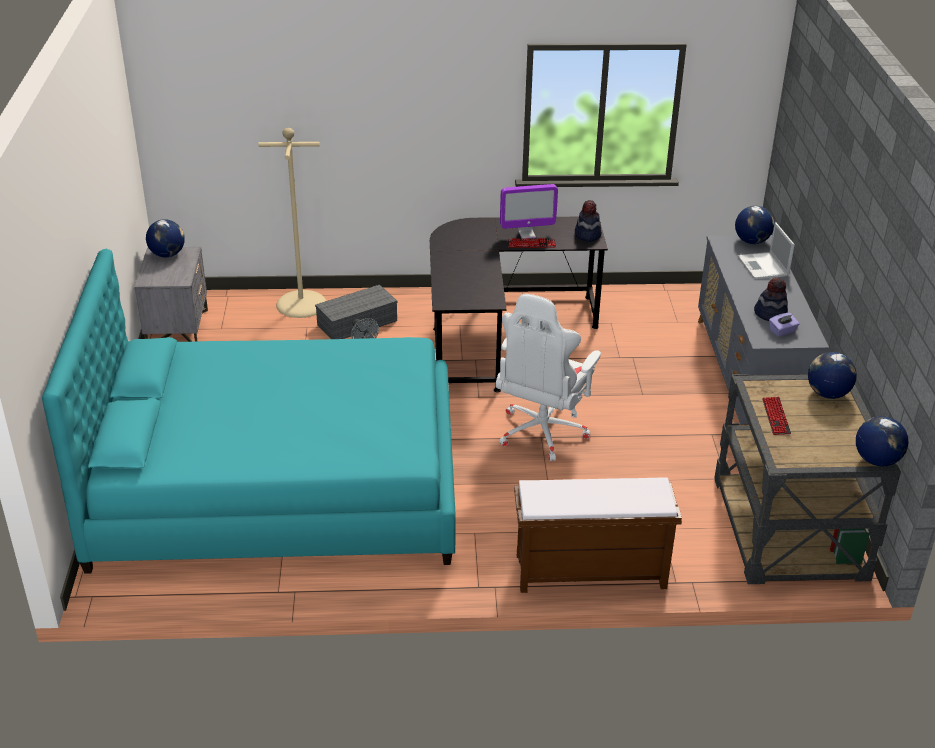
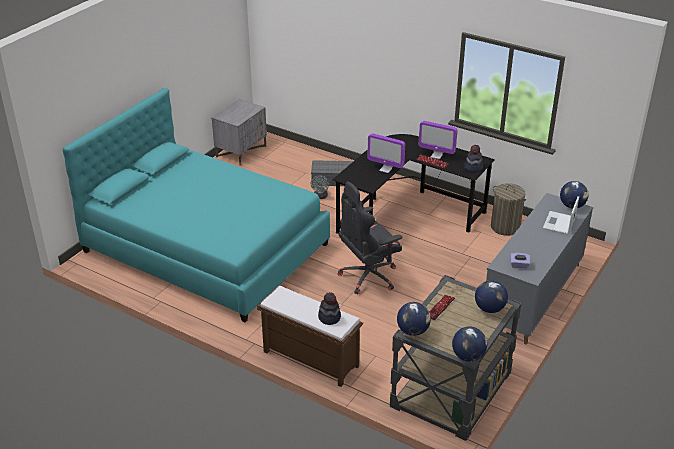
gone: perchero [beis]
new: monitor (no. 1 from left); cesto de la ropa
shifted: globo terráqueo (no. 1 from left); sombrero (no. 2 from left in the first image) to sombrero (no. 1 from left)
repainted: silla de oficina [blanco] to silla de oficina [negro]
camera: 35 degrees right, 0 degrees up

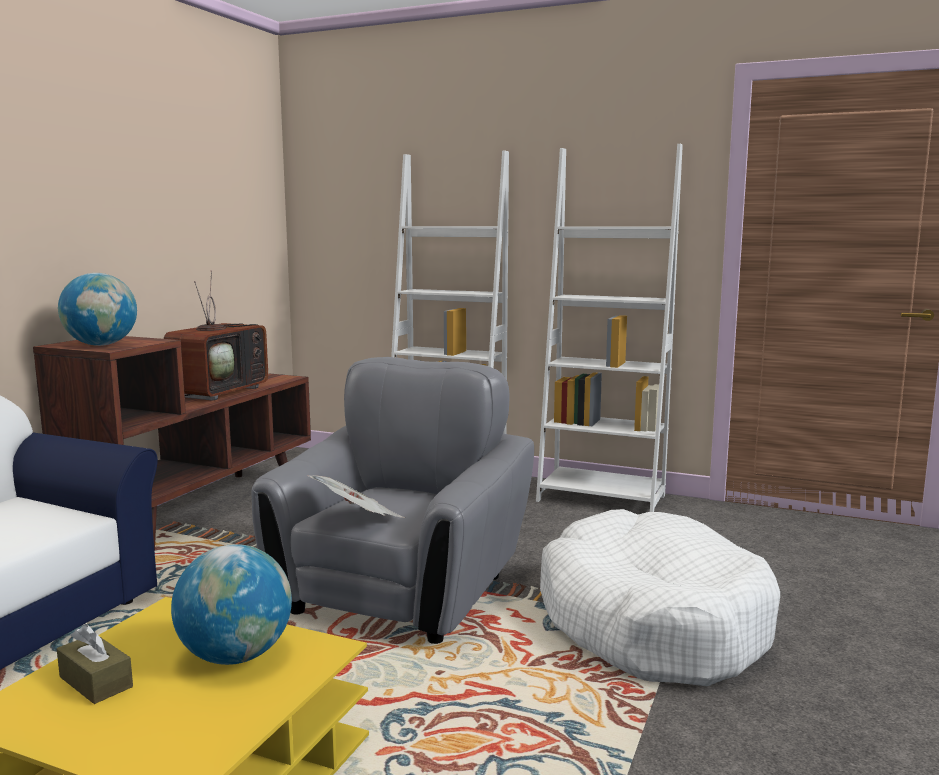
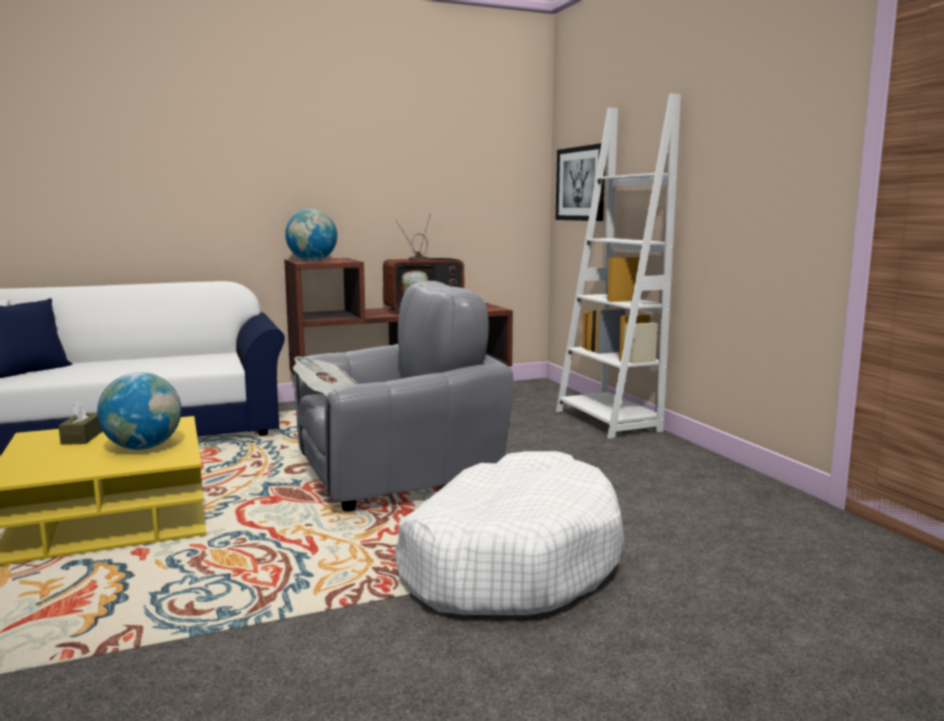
gone: estantería [blanco] (no. 2 from left)
new: cuadro
camera: 45 degrees right, 0 degrees up

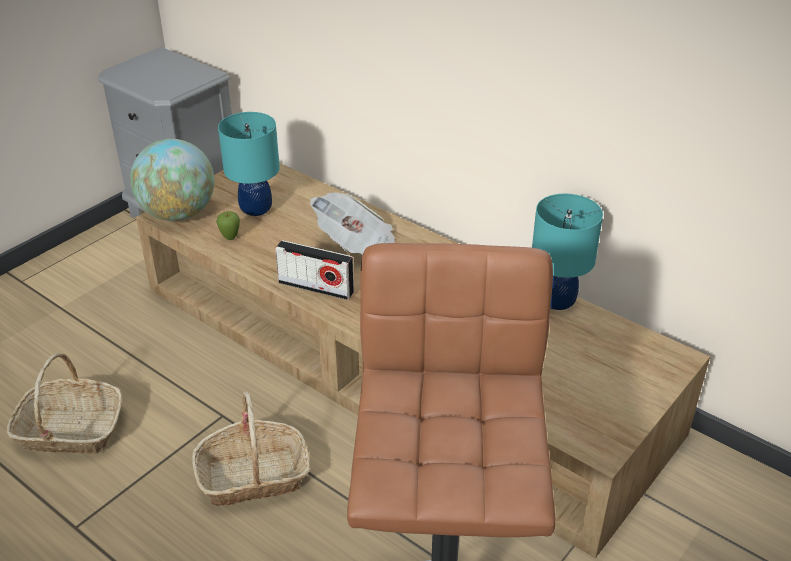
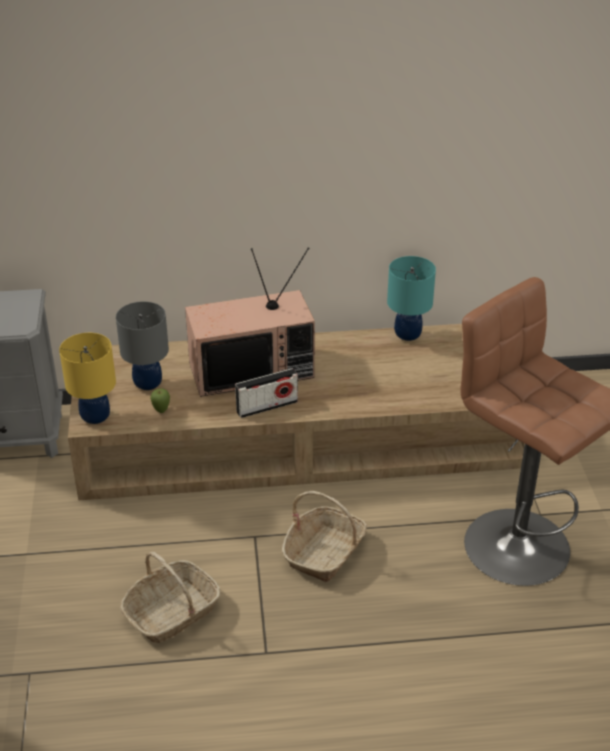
swapped: globo terráqueo to lámpara de mesa [amarillo]; periódico to televisor
repainted: lámpara de mesa [turquesa] (no. 1 from left) to lámpara de mesa [gris]
camera: 45 degrees left, 0 degrees up

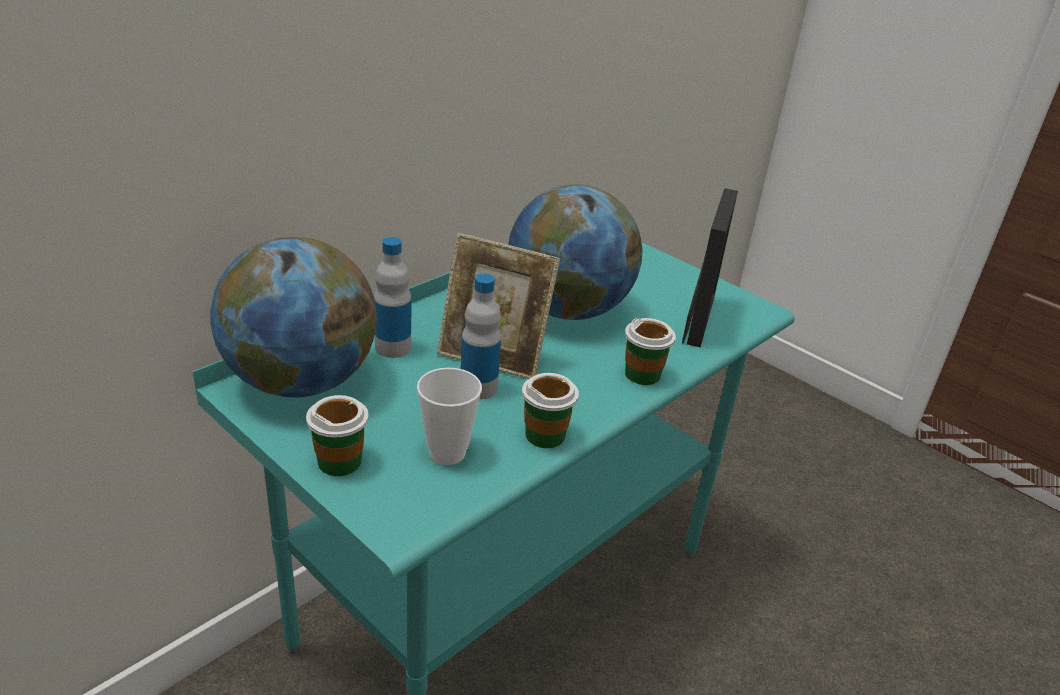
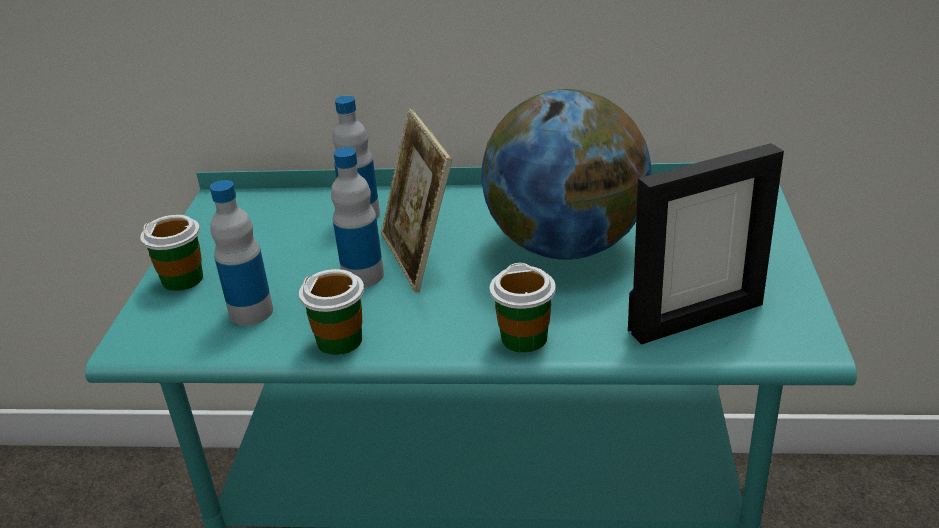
gone: globo terráqueo (no. 1 from left)
swapped: taza (no. 2 from left) to botella (no. 1 from left)
camera: 55 degrees right, 0 degrees up

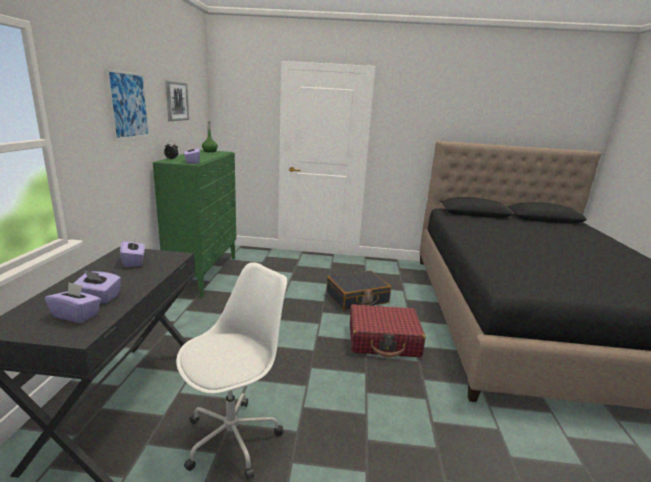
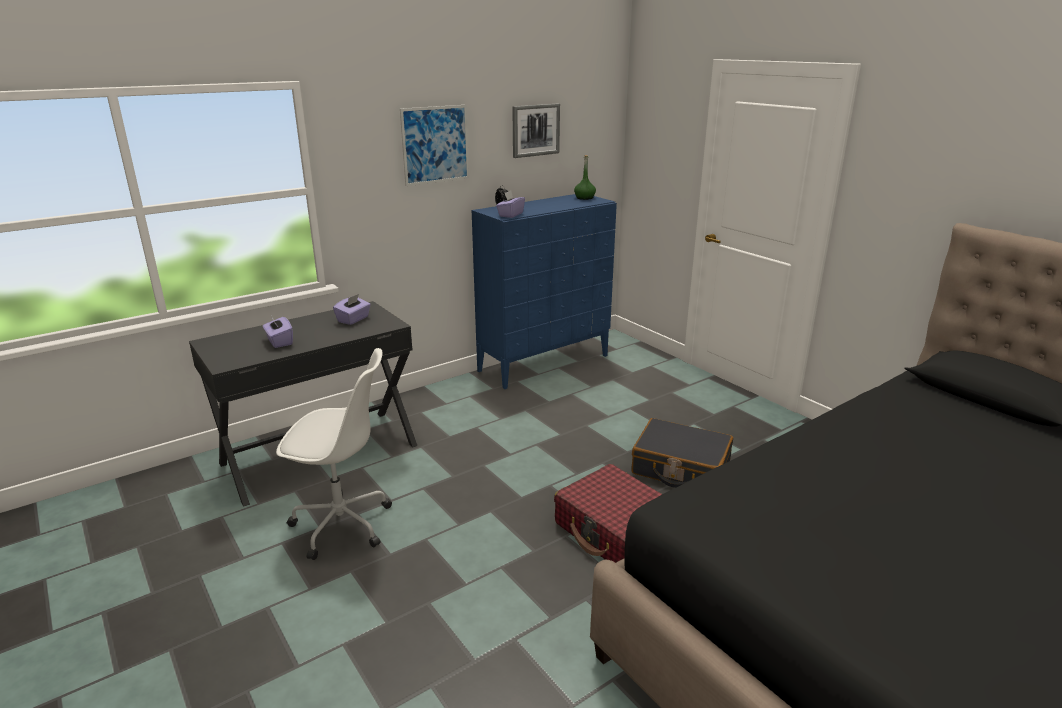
gone: caja de pañuelos [morado] (no. 1 from left)
repainted: cómoda [verde] to cómoda [azul]
camera: 50 degrees right, 5 degrees up

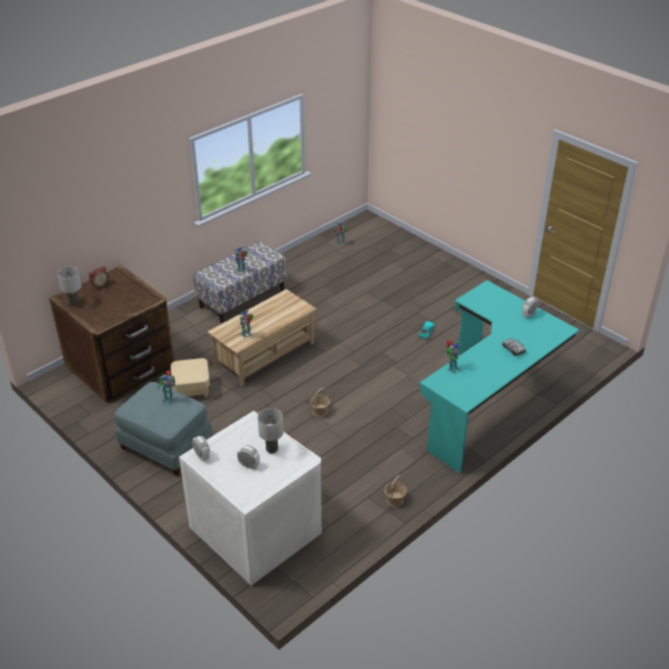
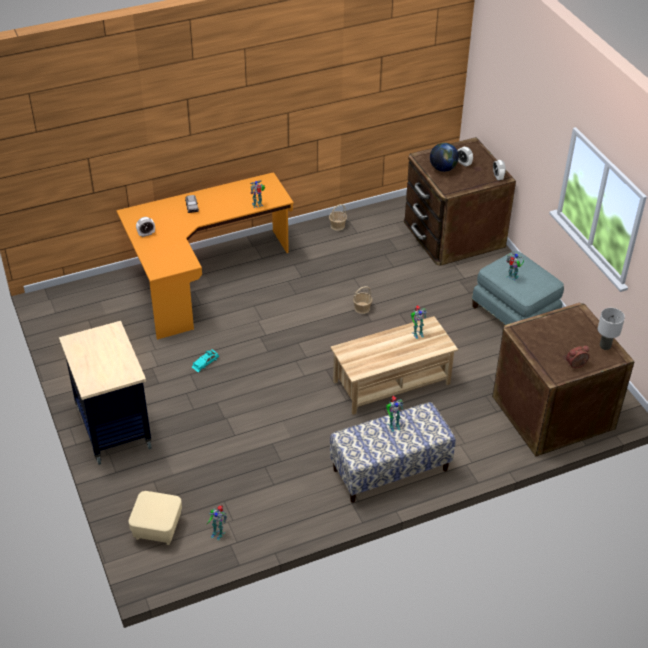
new: carrito [azul]
shifted: puf [beis]
swapped: lámpara de mesa [blanco] (no. 2 from left) to globo terráqueo
repainted: cómoda [blanco] to cómoda [marrón] (no. 1 from left); escritorio [turquesa] to escritorio [naranja]
camera: 160 degrees left, 5 degrees up

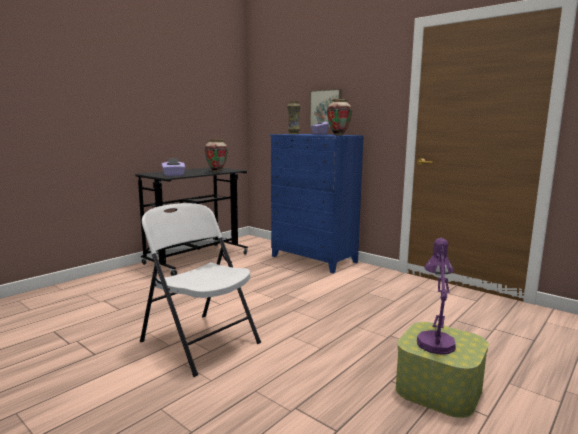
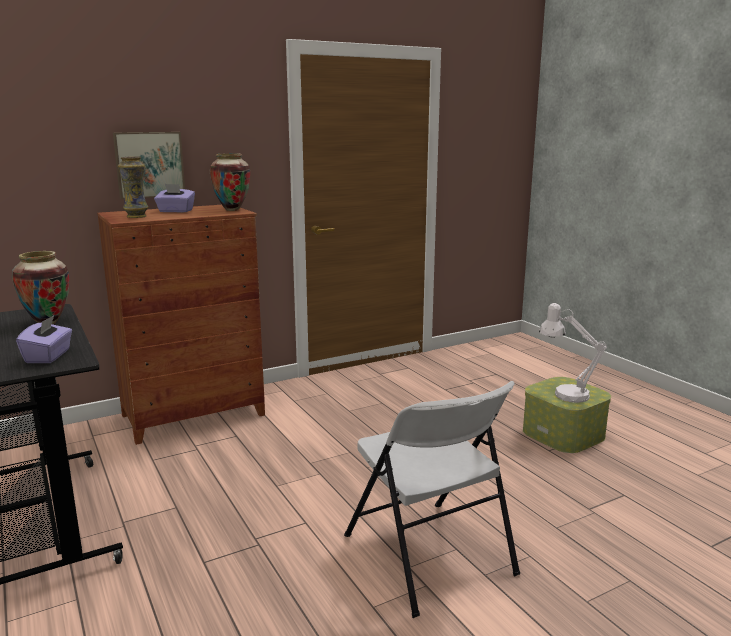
repainted: cómoda [azul] to cómoda [marrón]; lámpara de mesa [morado] to lámpara de mesa [blanco]
rotated: silla [blanco] 90 degrees counterclockwise
camera: 70 degrees left, 5 degrees up

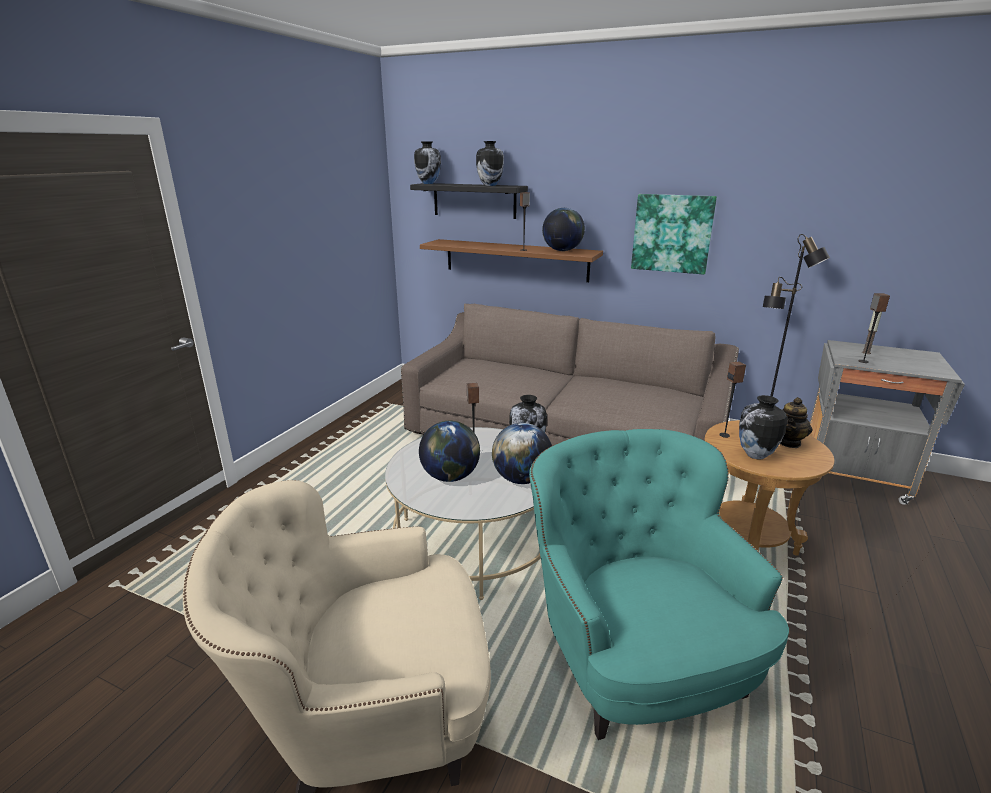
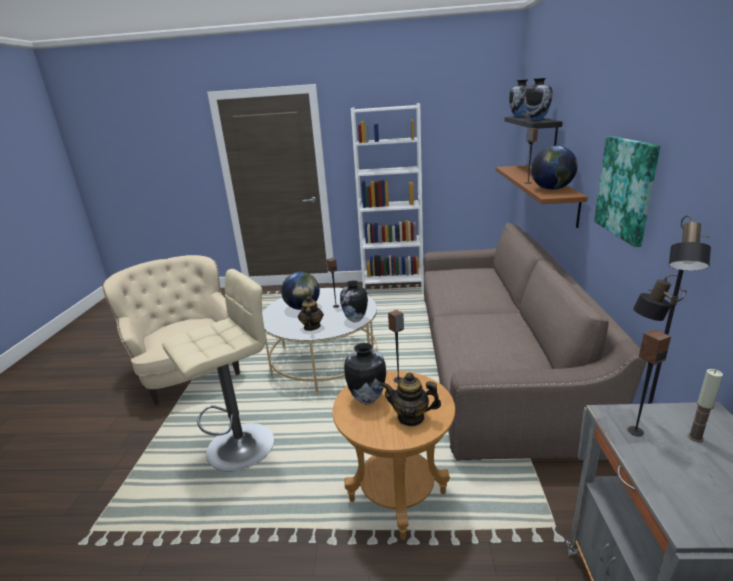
new: estantería [blanco]
swapped: globo terráqueo (no. 2 from left) to tetera (no. 1 from left); sillón [turquesa] to taburete [beis]
camera: 70 degrees right, 0 degrees up

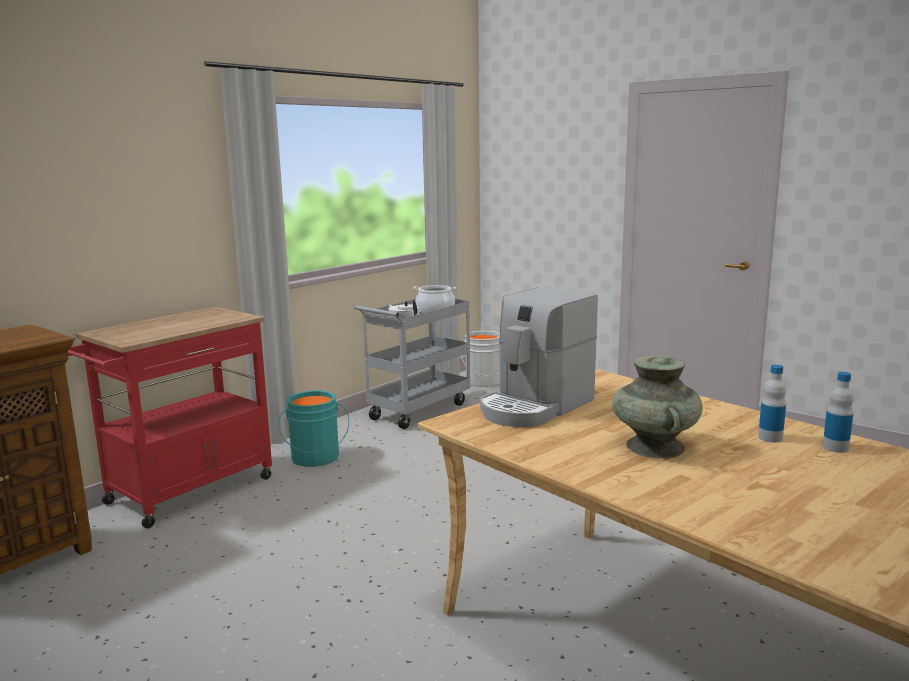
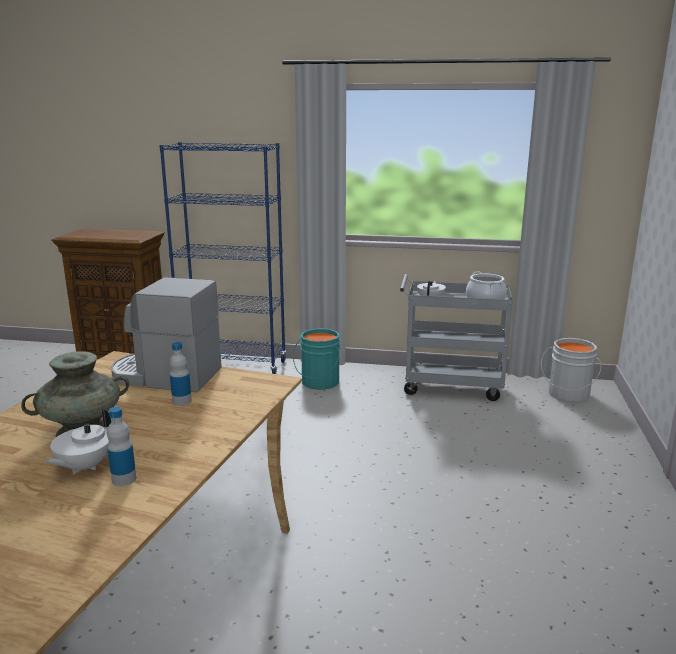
new: tetera [blanco] (no. 1 from left)
shifted: botella (no. 2 from left)
swapped: carrito [rojo] to estantería [azul]
camera: 60 degrees right, 5 degrees up

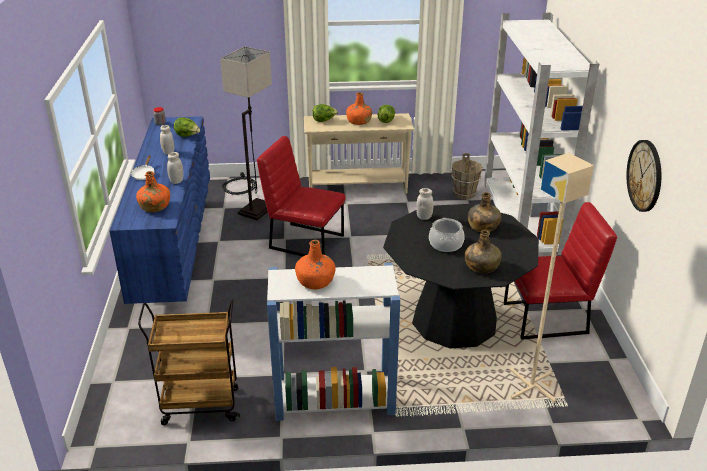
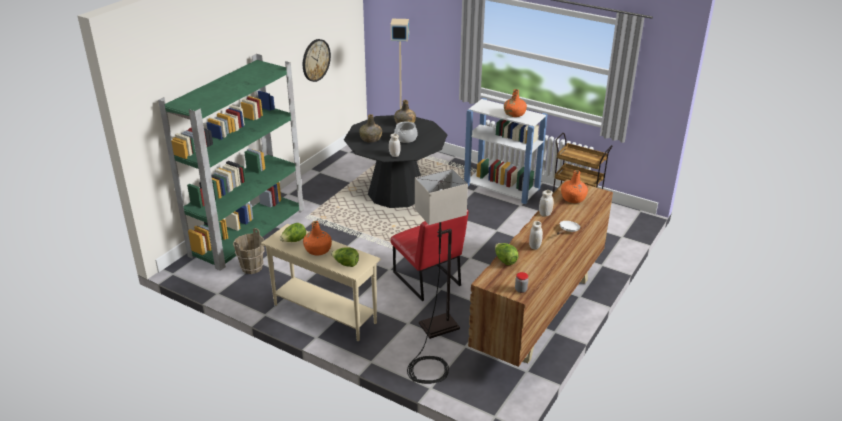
gone: silla [rojo] (no. 2 from left)
repainted: armario [azul] to armario [marrón]; estantería [blanco] (no. 2 from left) to estantería [verde]
camera: 145 degrees left, 0 degrees up

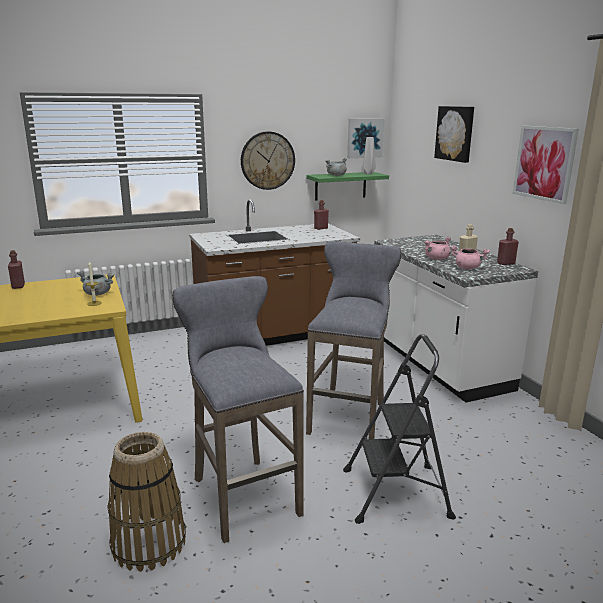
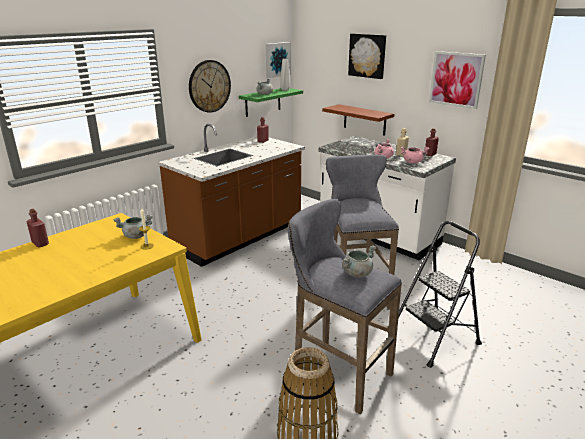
new: estante [marrón]; olla [gris] (no. 3 from left)
camera: 25 degrees left, 5 degrees up

